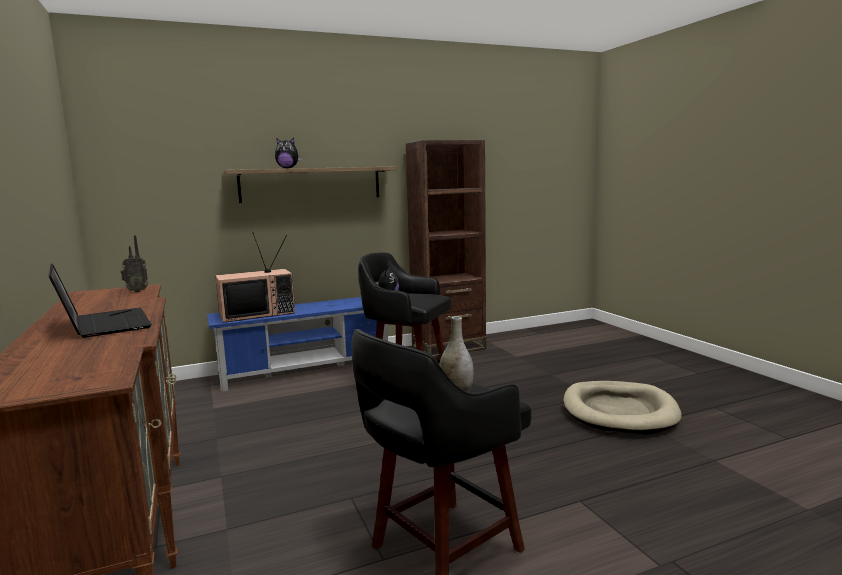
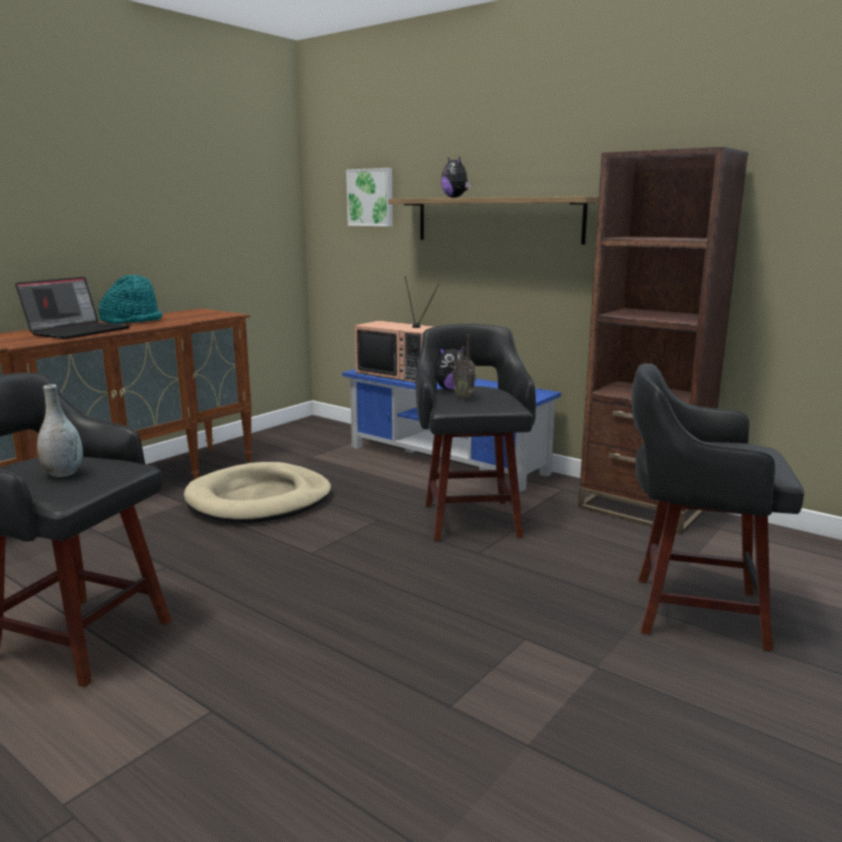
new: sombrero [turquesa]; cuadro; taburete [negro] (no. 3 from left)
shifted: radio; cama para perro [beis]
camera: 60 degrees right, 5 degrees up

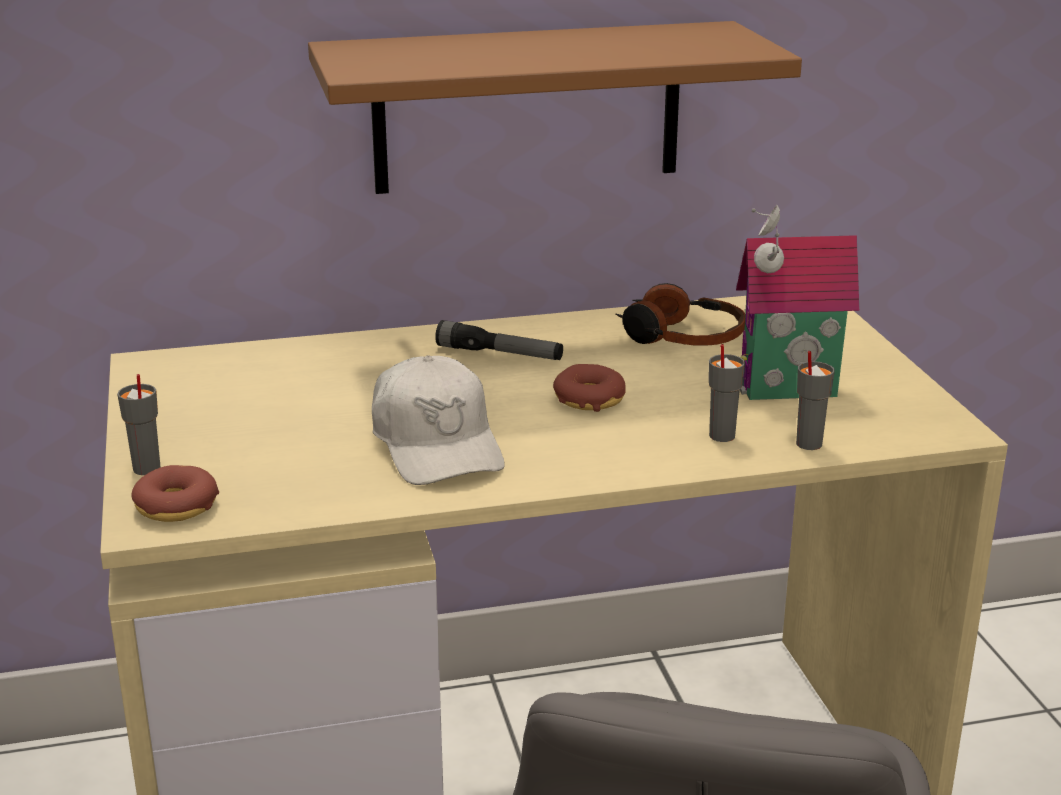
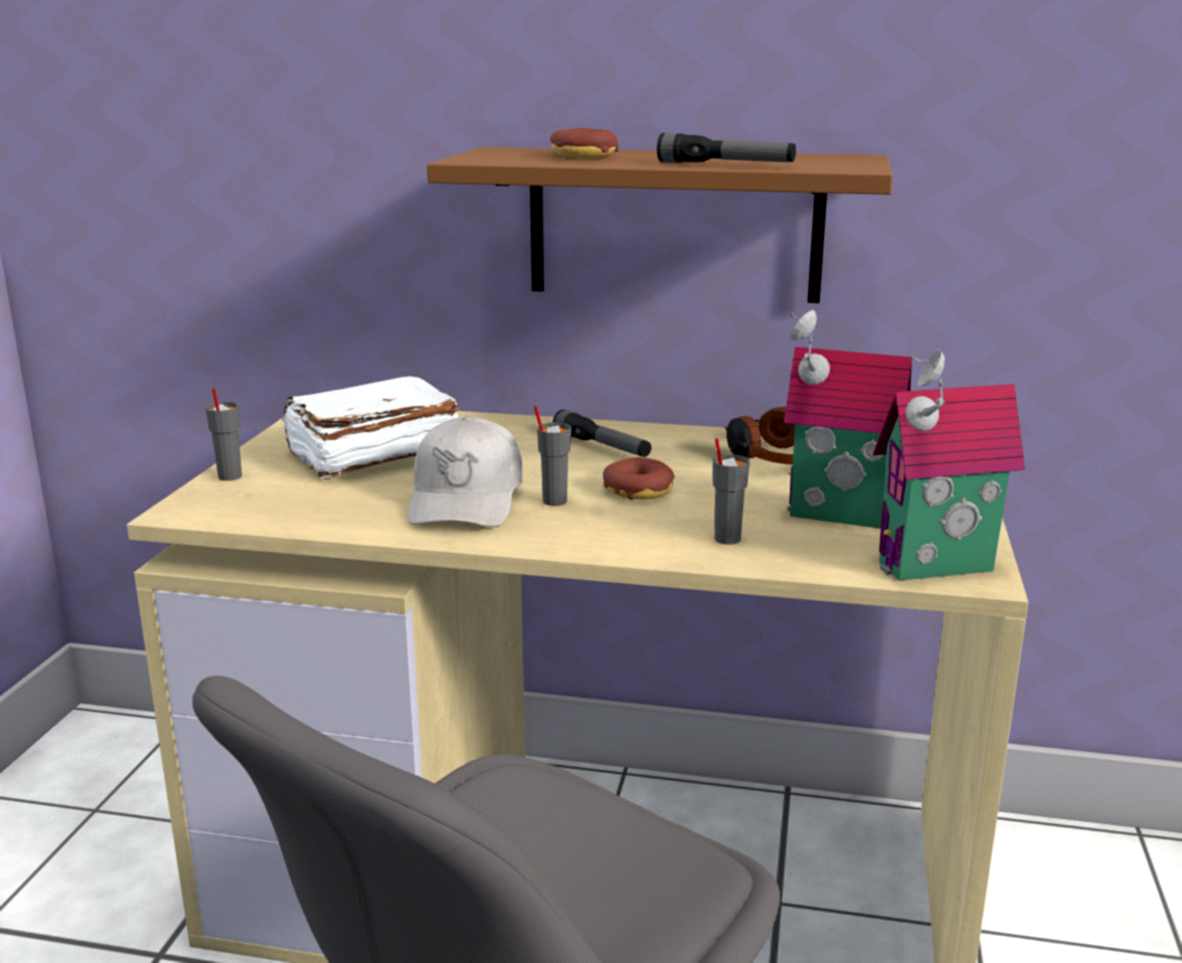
new: libro [blanco]; linterna (no. 2 from left); casita (no. 2 from left)
shifted: rosquilla (no. 1 from left); taza [gris] (no. 3 from left in the first image) to taza [gris] (no. 2 from left)
camera: 25 degrees right, 5 degrees down

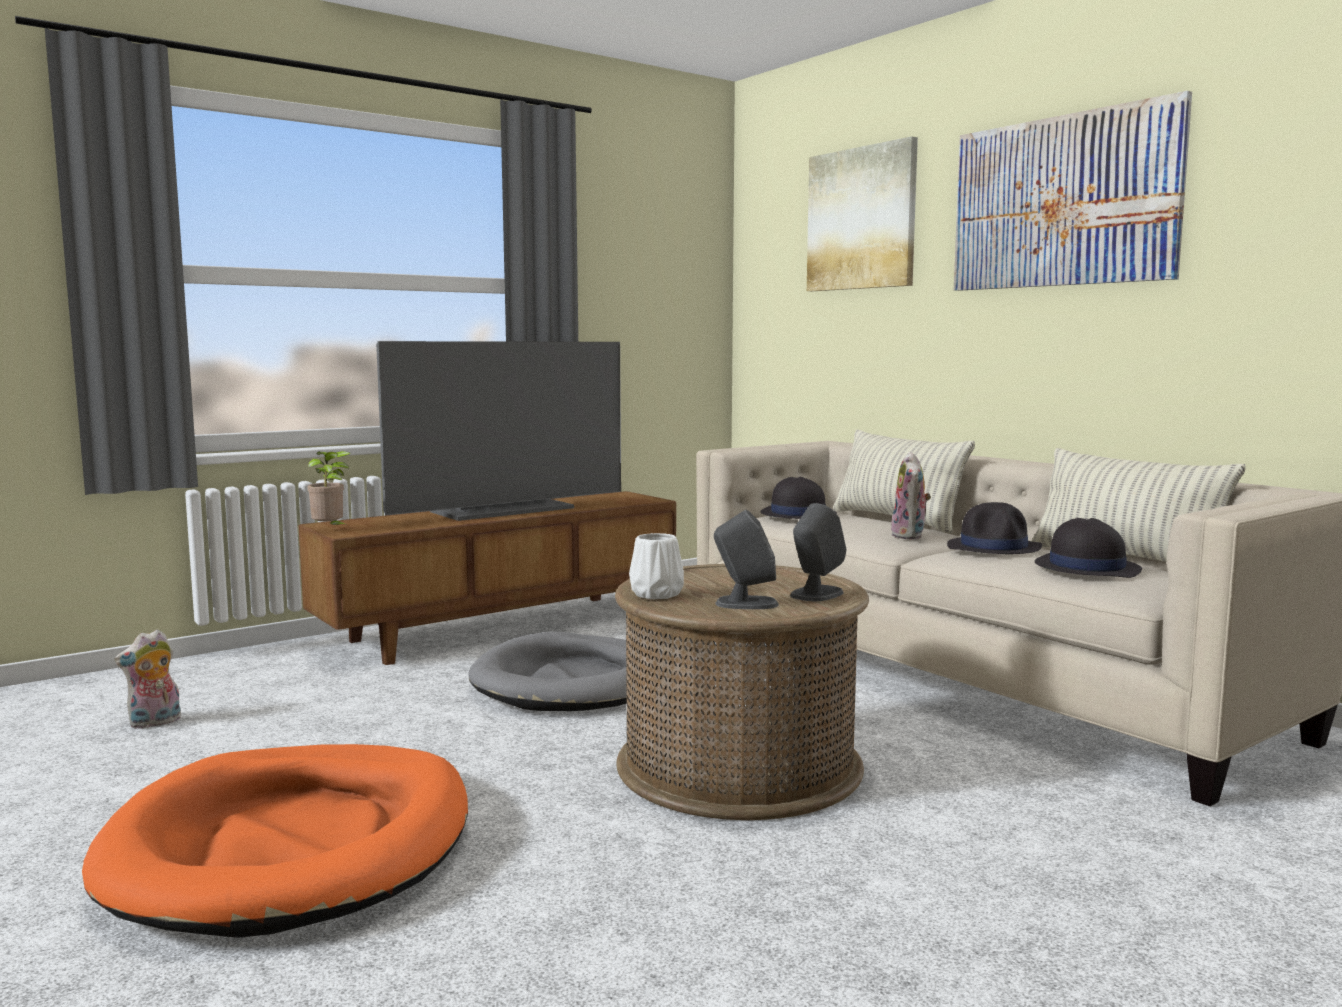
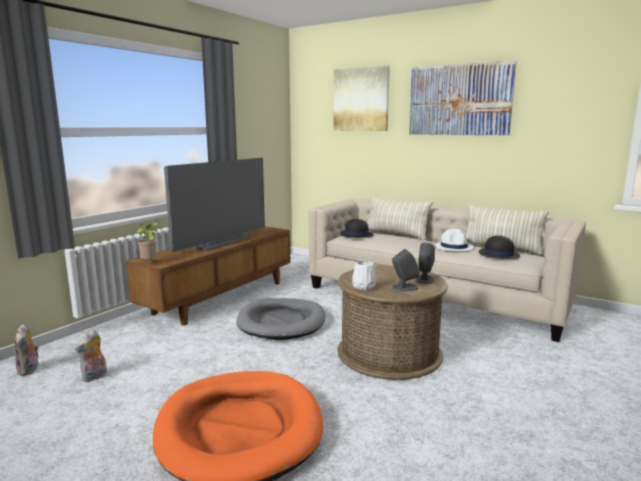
shifted: peluche (no. 2 from left in the first image) to peluche (no. 1 from left)
repainted: sombrero [negro] (no. 2 from left) to sombrero [blanco]
camera: 20 degrees left, 5 degrees up

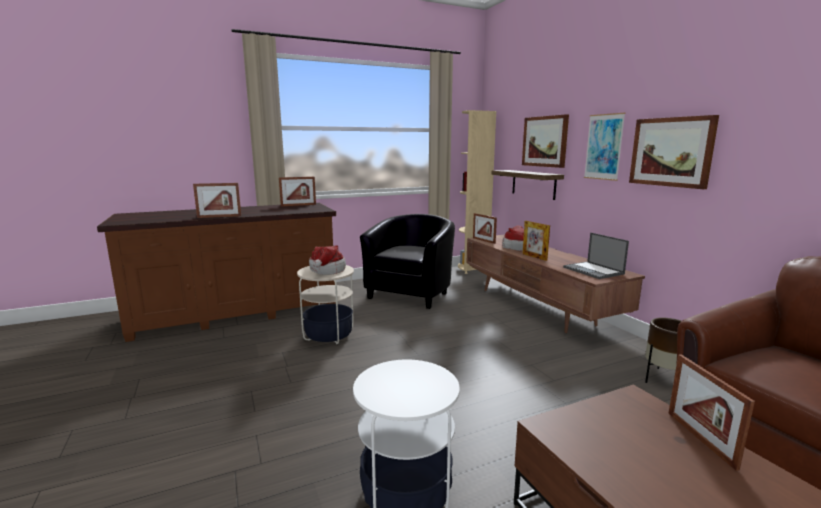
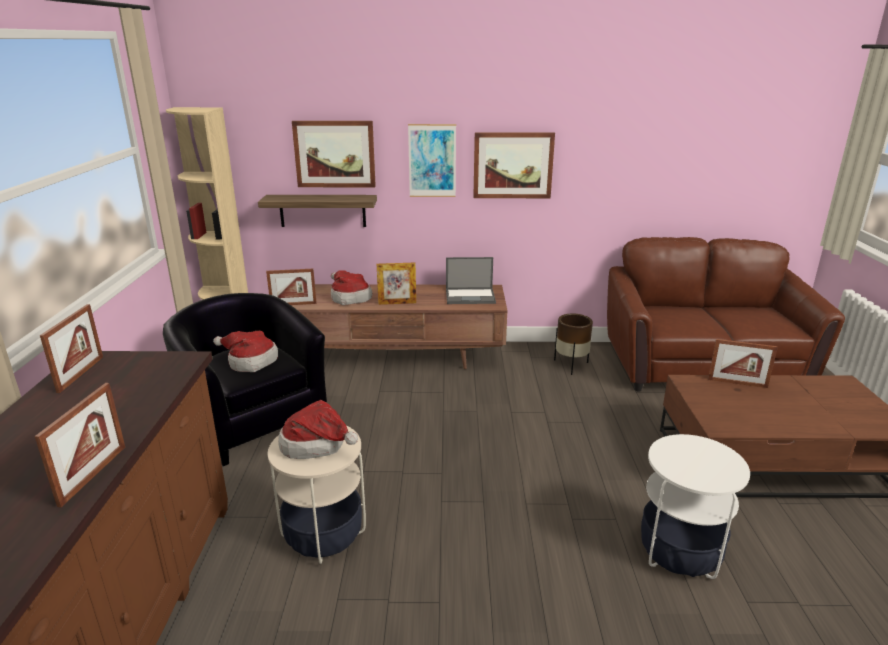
new: sombrero (no. 1 from left)
camera: 65 degrees left, 10 degrees up

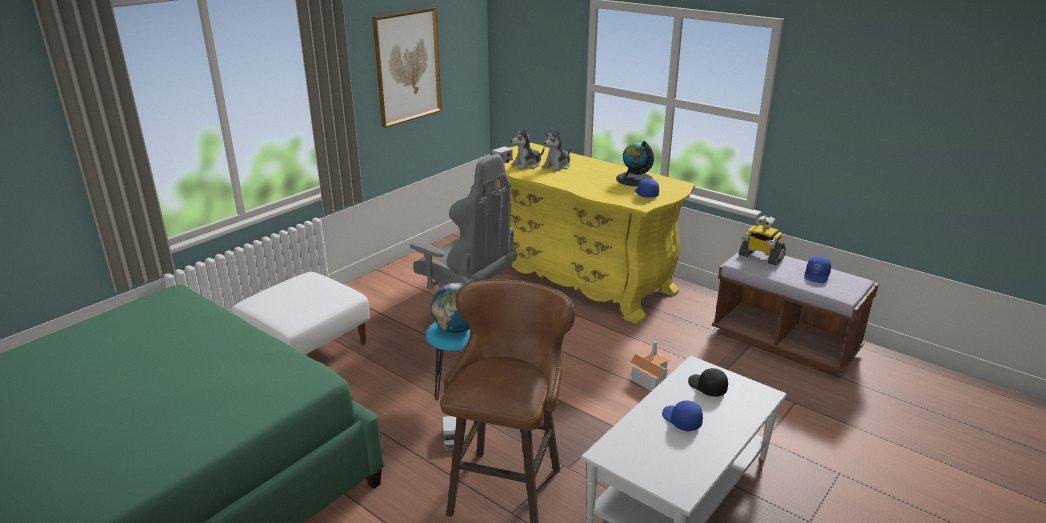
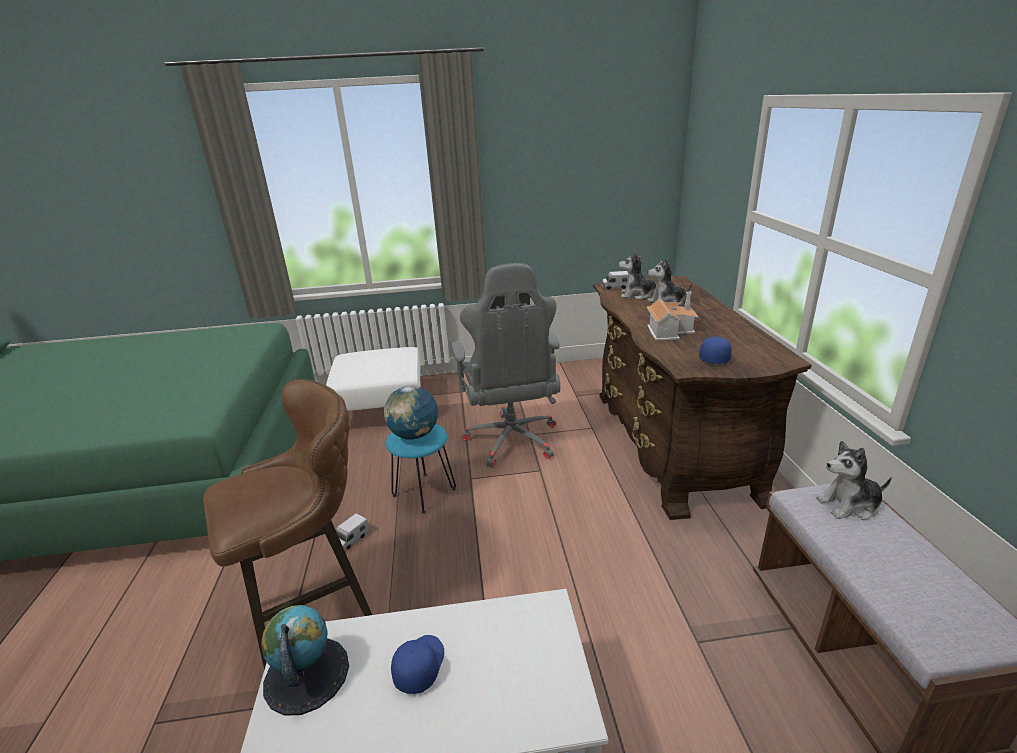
gone: cuadro; gorra [negro]; gorra [azul] (no. 3 from left)
shifted: globo terráqueo (no. 2 from left in the first image) to globo terráqueo (no. 1 from left); casita
swapped: robot de juguete to peluche (no. 3 from left)
repainted: cómoda [amarillo] to cómoda [marrón]
camera: 45 degrees right, 0 degrees up

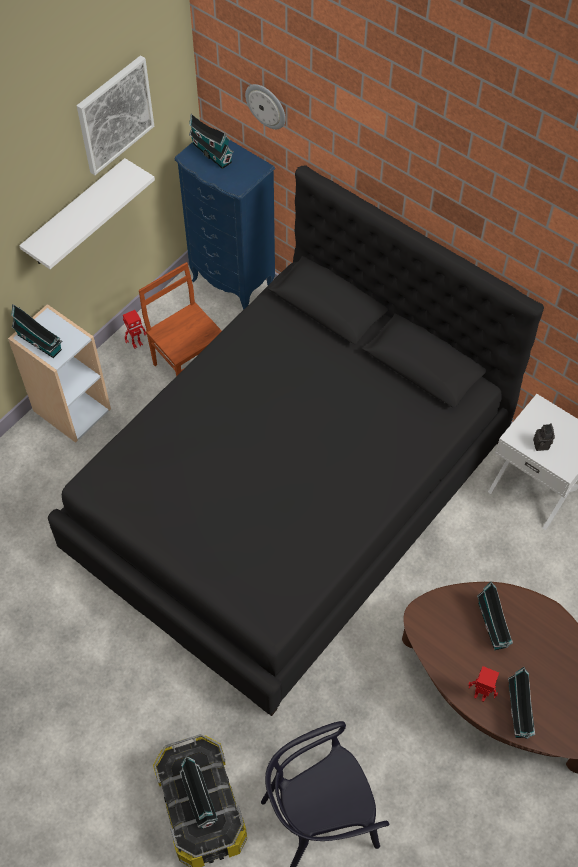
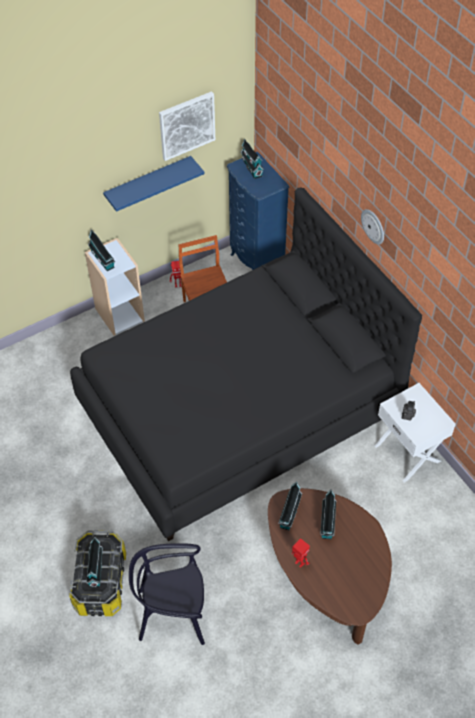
shifted: reloj de pared; casita (no. 5 from left in the first image) to casita (no. 4 from left)
repainted: estante [blanco] to estante [azul]
camera: 20 degrees right, 5 degrees down

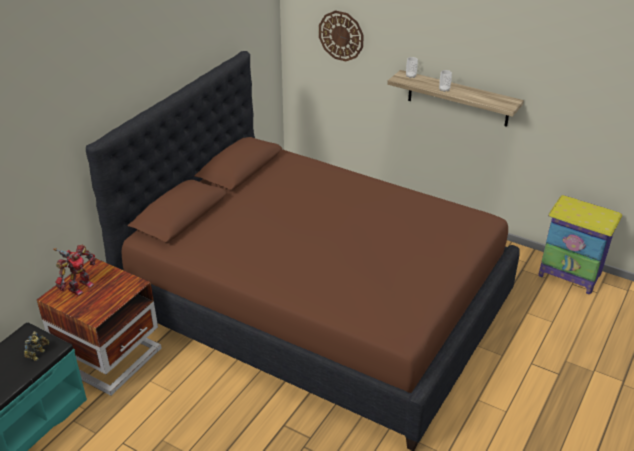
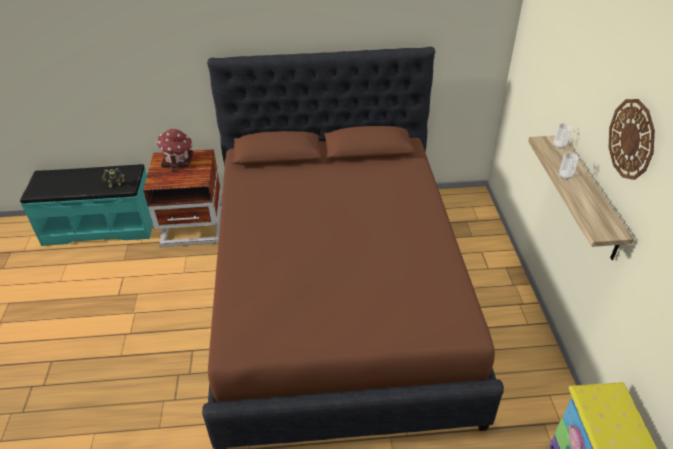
shifted: reloj de pared
swapped: robot de juguete (no. 2 from left) to casita
camera: 55 degrees right, 5 degrees up

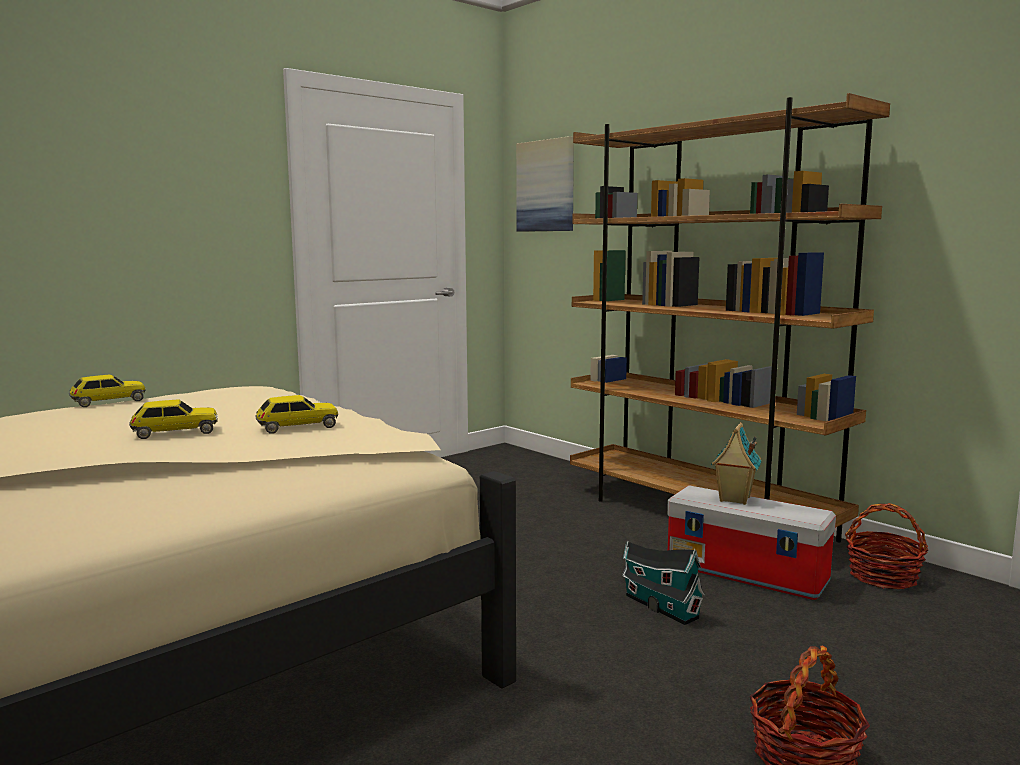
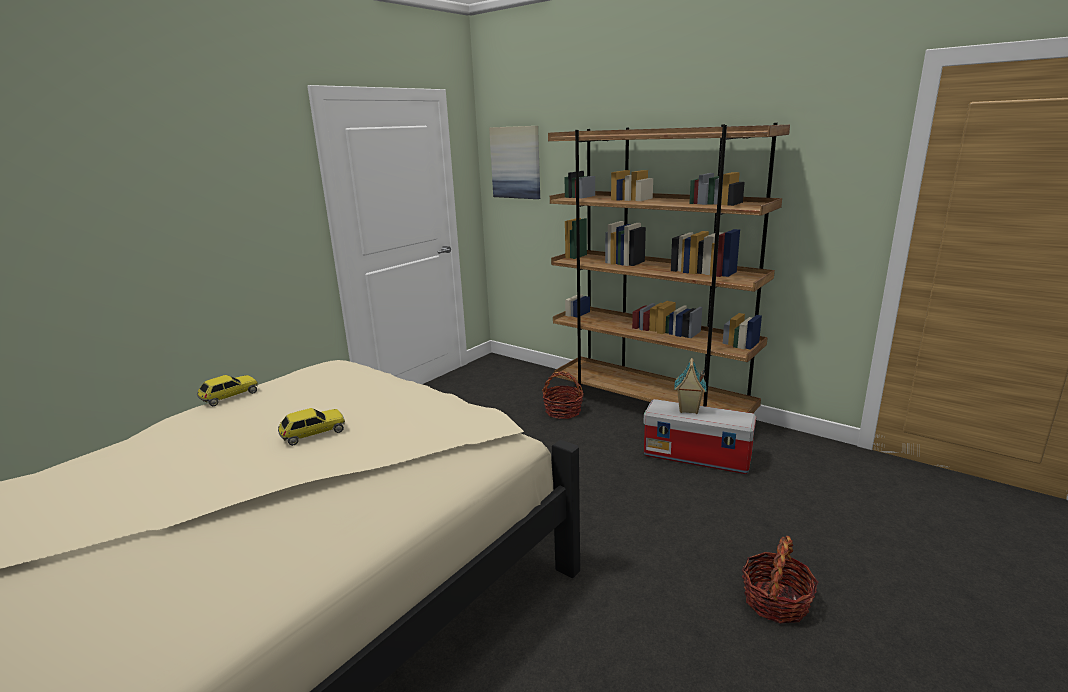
gone: coche de juguete (no. 3 from left); casita (no. 1 from left)
shifted: cesta (no. 2 from left in the first image) to cesta (no. 1 from left)
camera: 10 degrees left, 10 degrees up

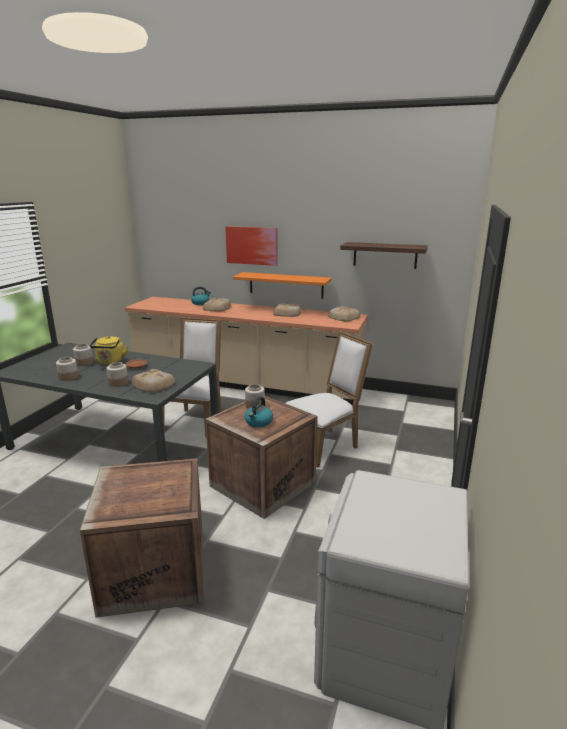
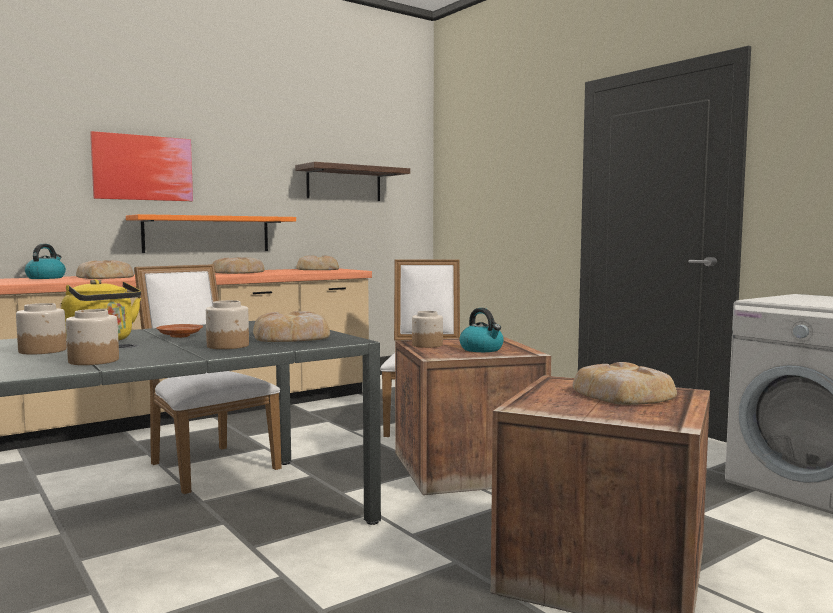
new: pan (no. 5 from left)
camera: 55 degrees left, 15 degrees down

